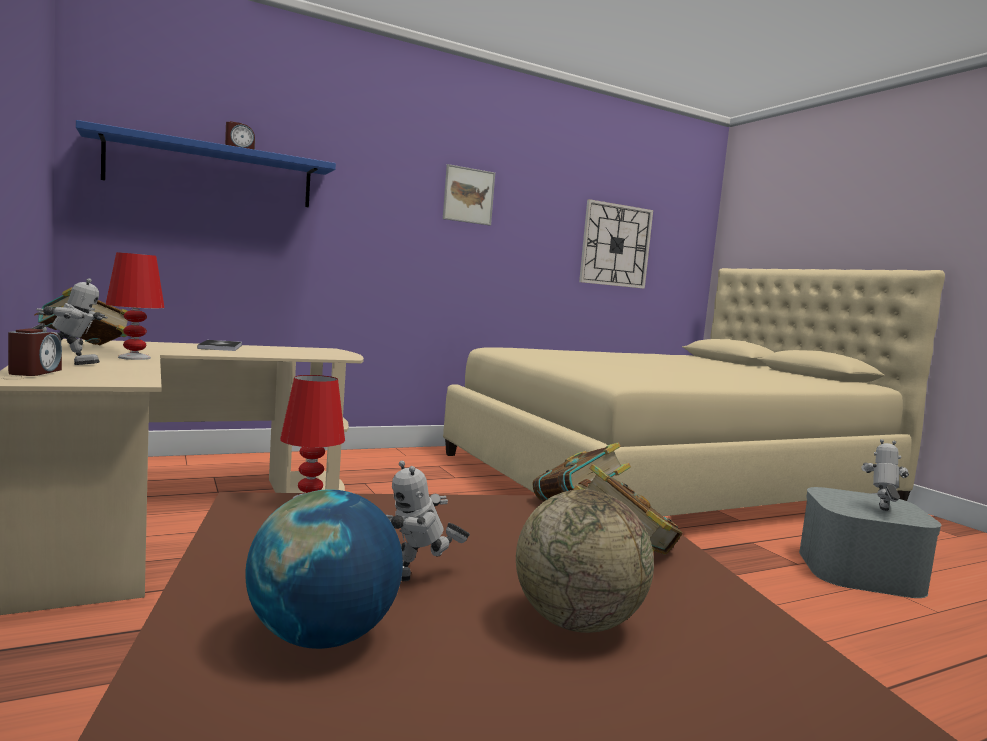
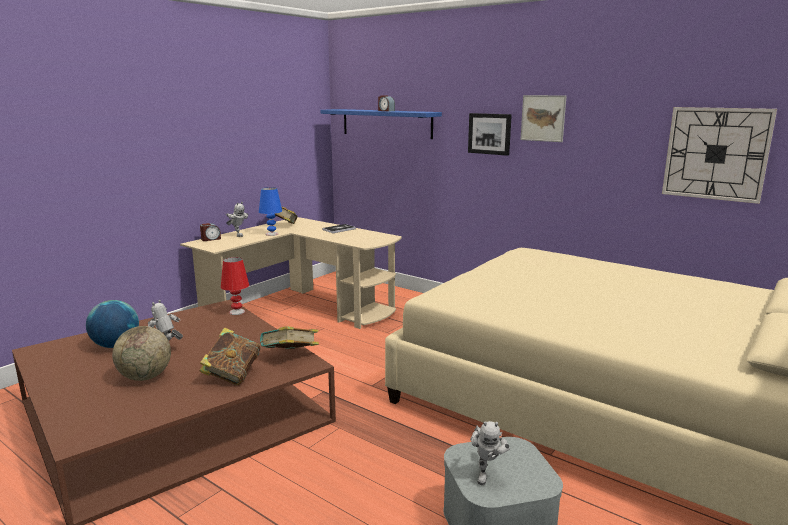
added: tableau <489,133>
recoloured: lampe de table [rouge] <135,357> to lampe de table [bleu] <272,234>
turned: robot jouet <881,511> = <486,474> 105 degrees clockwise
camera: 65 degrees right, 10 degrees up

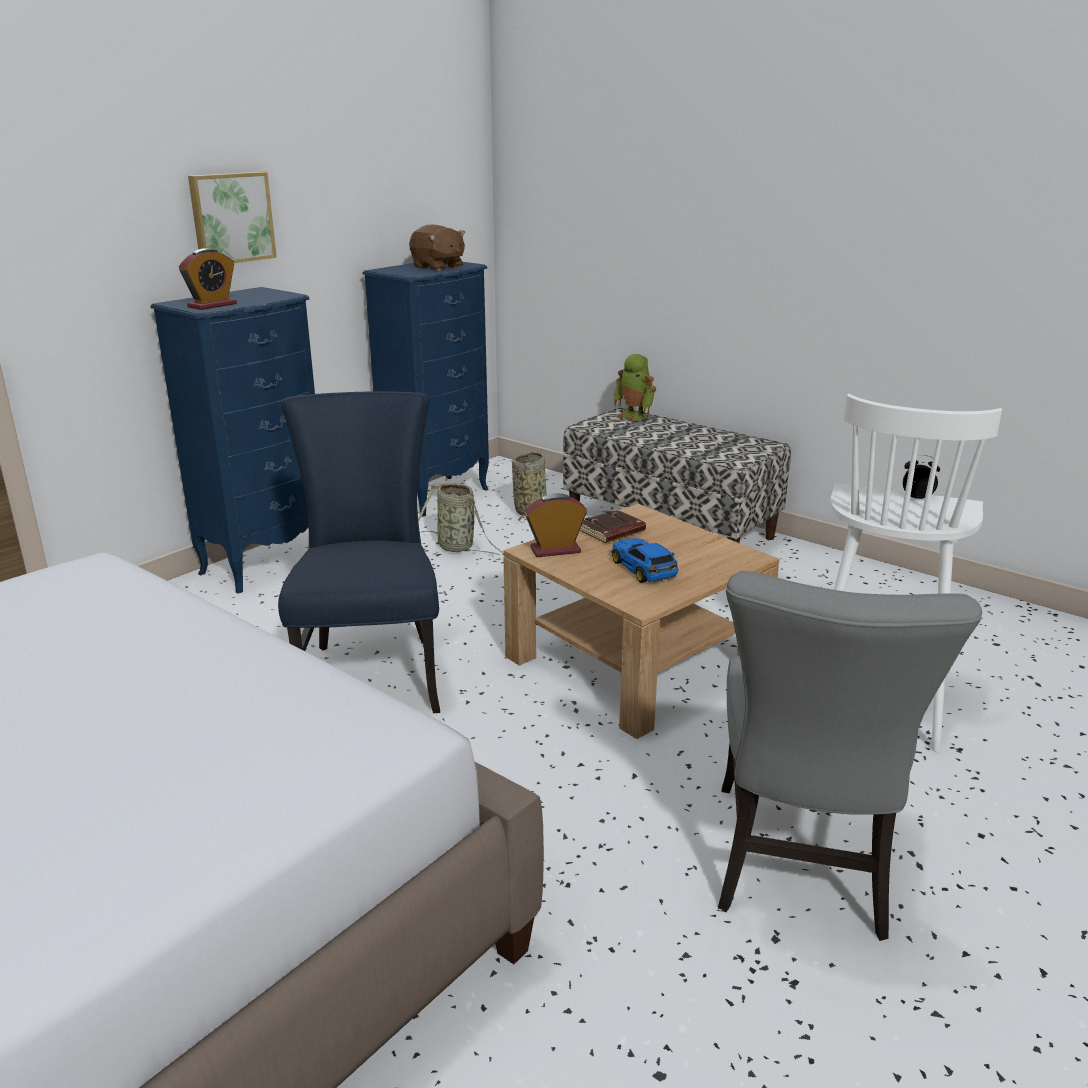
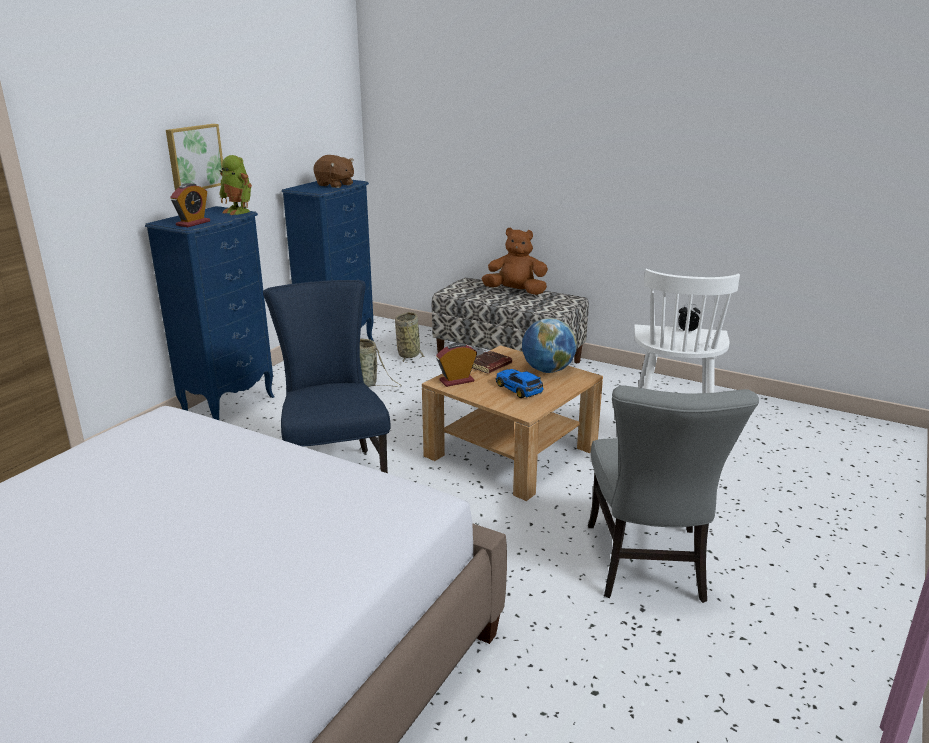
added: peluche [marron] <515,292>; globe <547,370>
moved: robot jouet <634,416> to <239,211>
camera: 10 degrees left, 0 degrees up

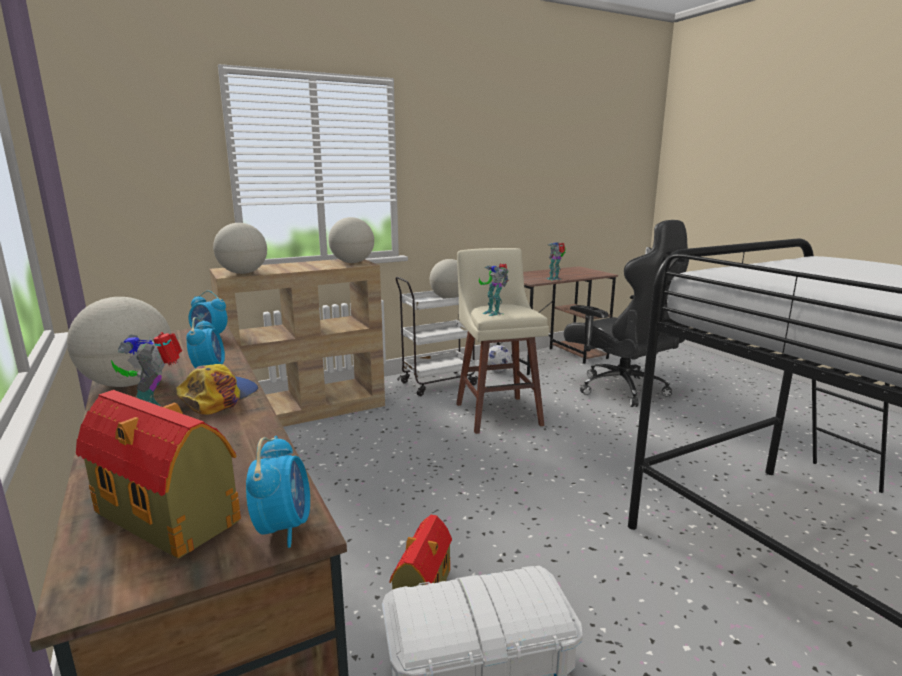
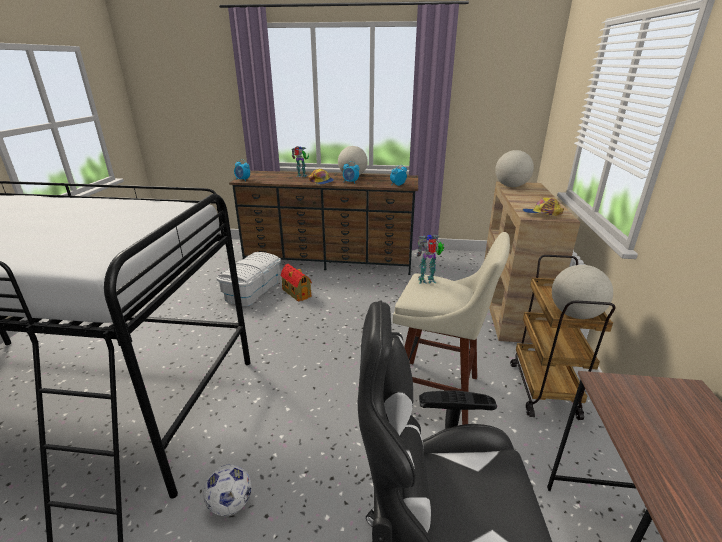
removed: robot jouet <554,279>; maison miniature <168,518>
moved: ballon de foot <497,370> to <231,504>
replaced: globe <352,262> to casquette <542,214>
recoloured: chariot [blanc] <439,383> to chariot [marron] <543,390>
camera: 125 degrees right, 10 degrees up

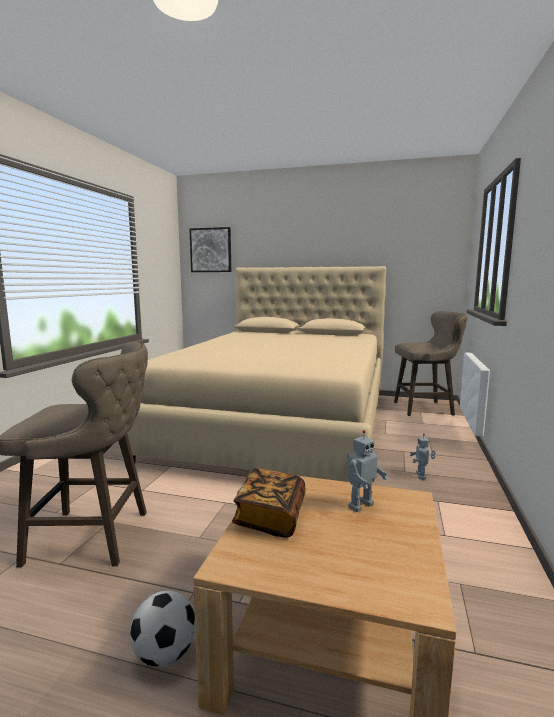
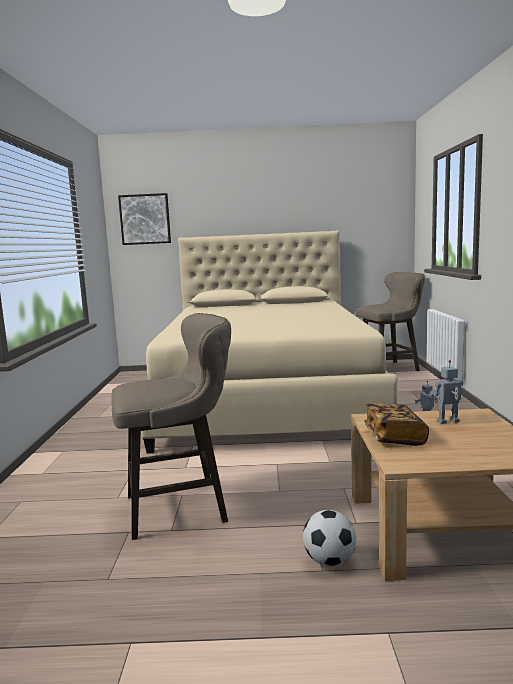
turned: robot jouet <359,505> = <448,422> 135 degrees counterclockwise
camera: 15 degrees left, 0 degrees up

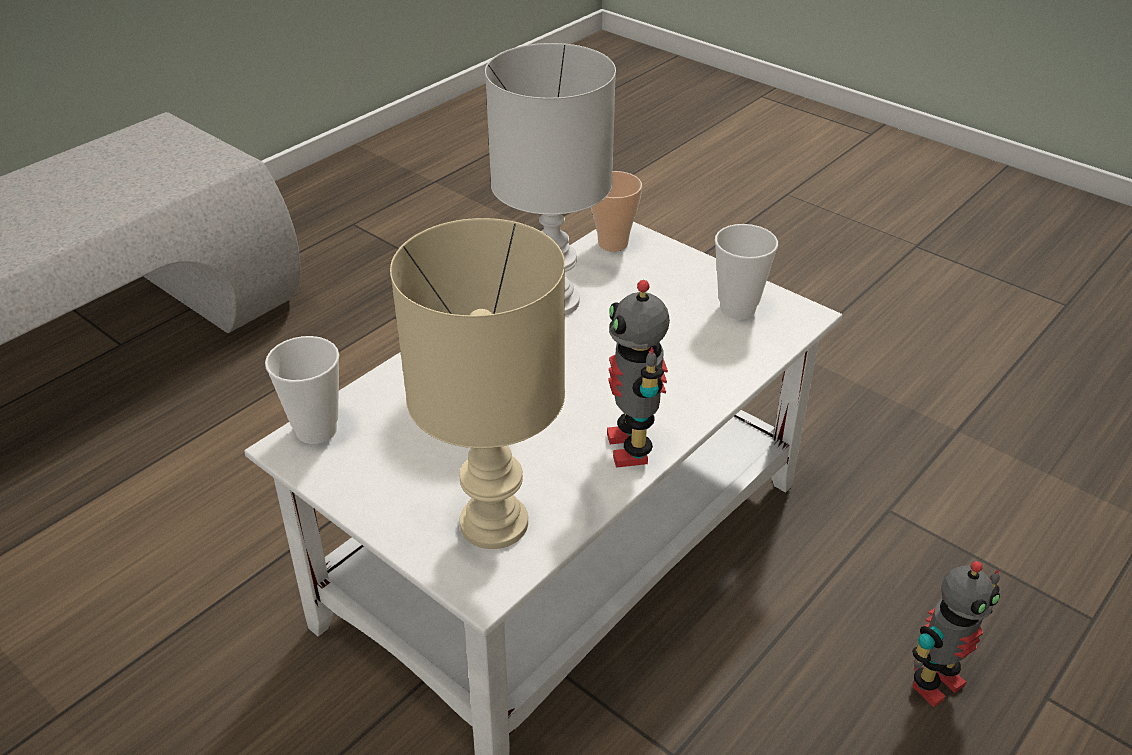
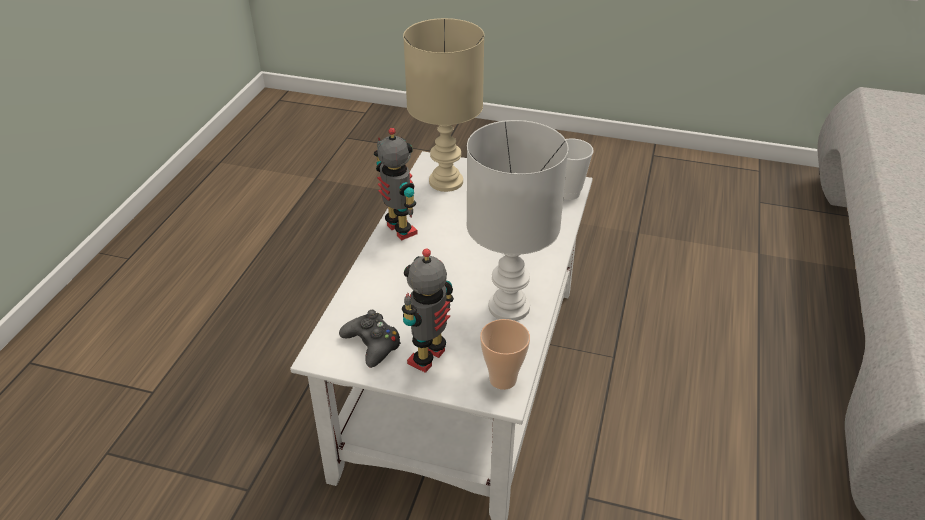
moved: robot jouet <934,683> to <429,358>
replaced: tasse <737,309> to manette [noir] <372,344>
camera: 155 degrees right, 0 degrees up

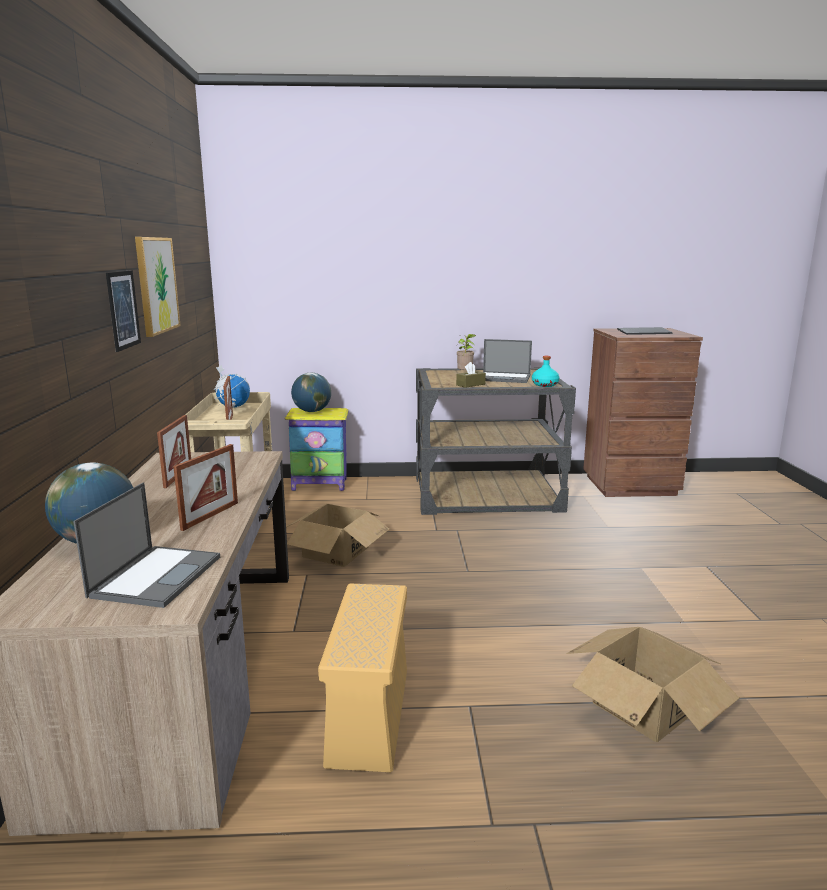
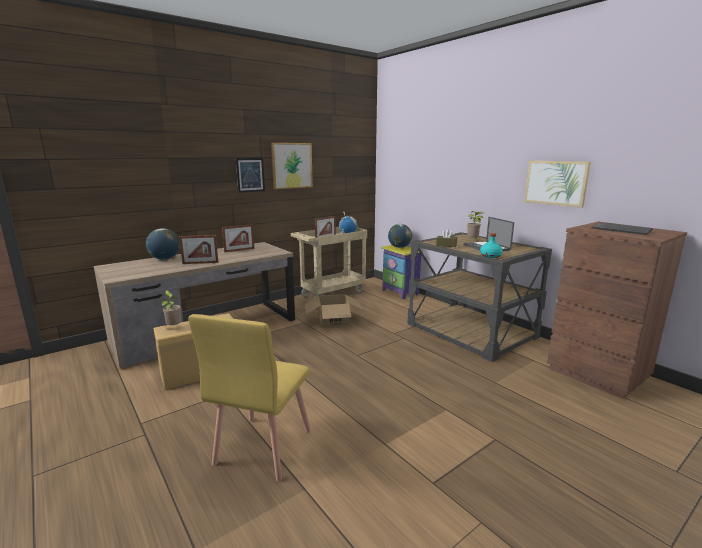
removed: ordinateur portable <157,575>
added: tableau <556,183>; plante en pot <173,328>
replaced: carton <644,706> to chaise [jaune] <262,447>
camera: 55 degrees right, 0 degrees up

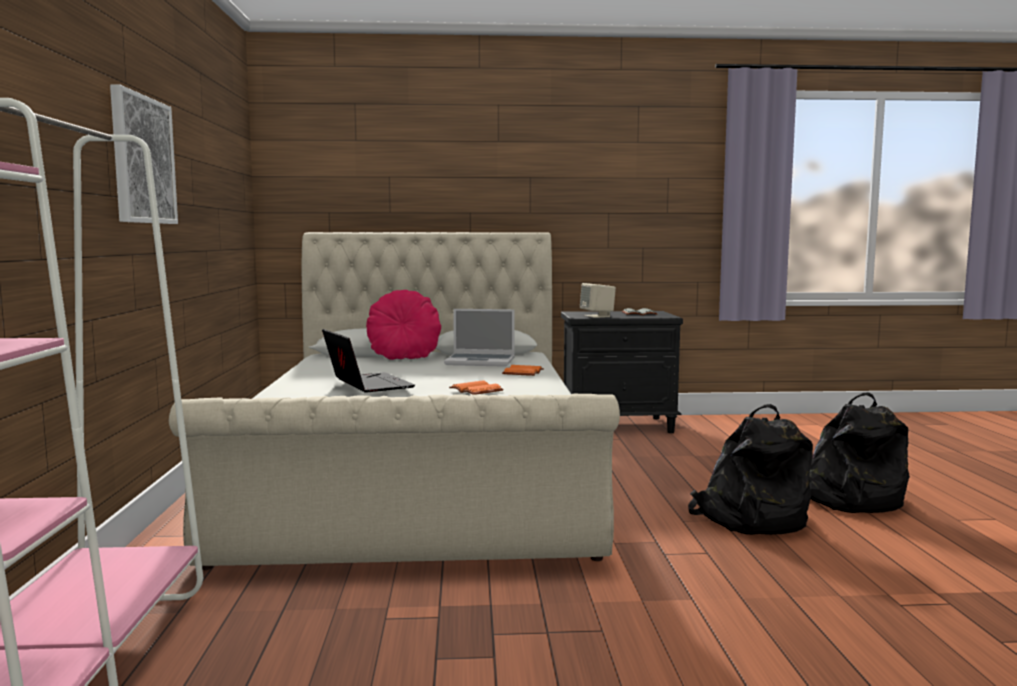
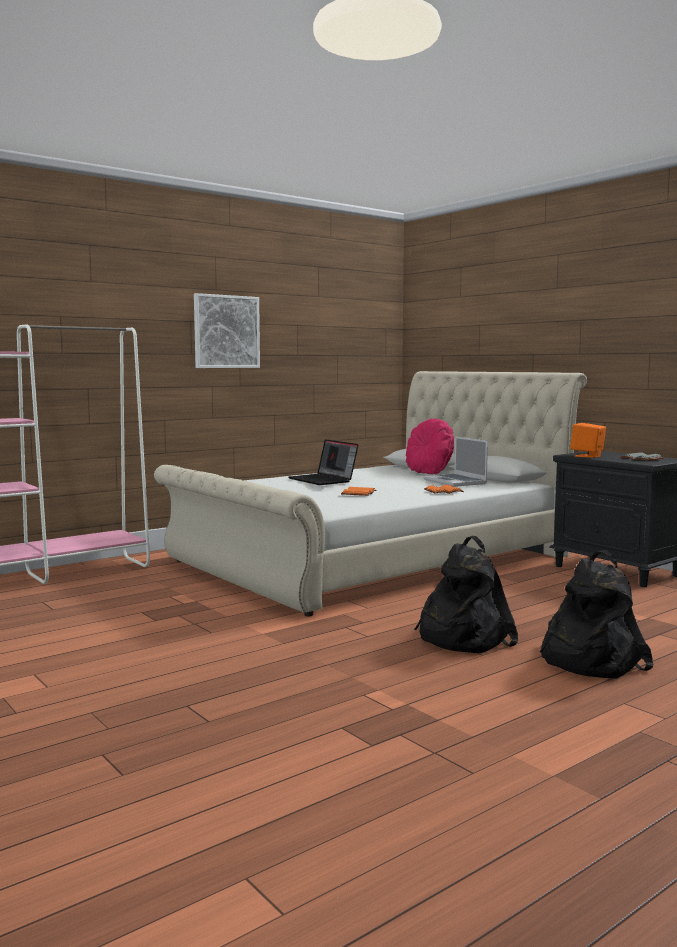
recoloured: enceinte [beige] <597,316> to enceinte [orange] <587,456>
turned: ordinateur portable <366,384> = <323,480> 120 degrees clockwise
camera: 55 degrees right, 0 degrees up

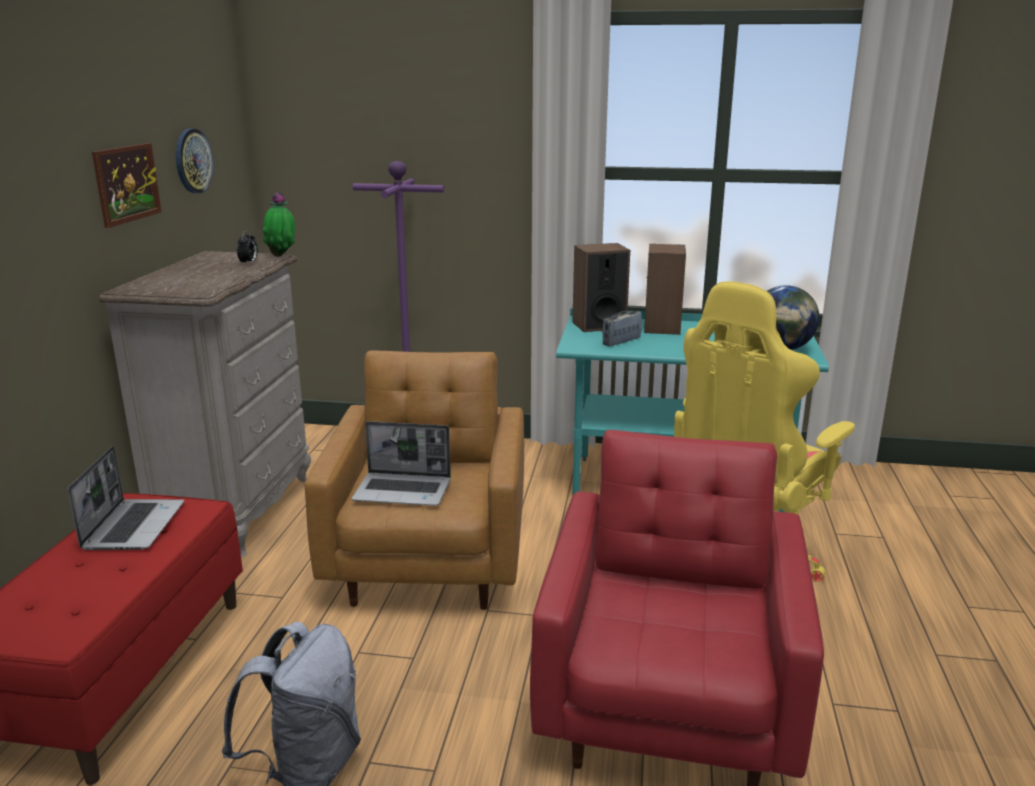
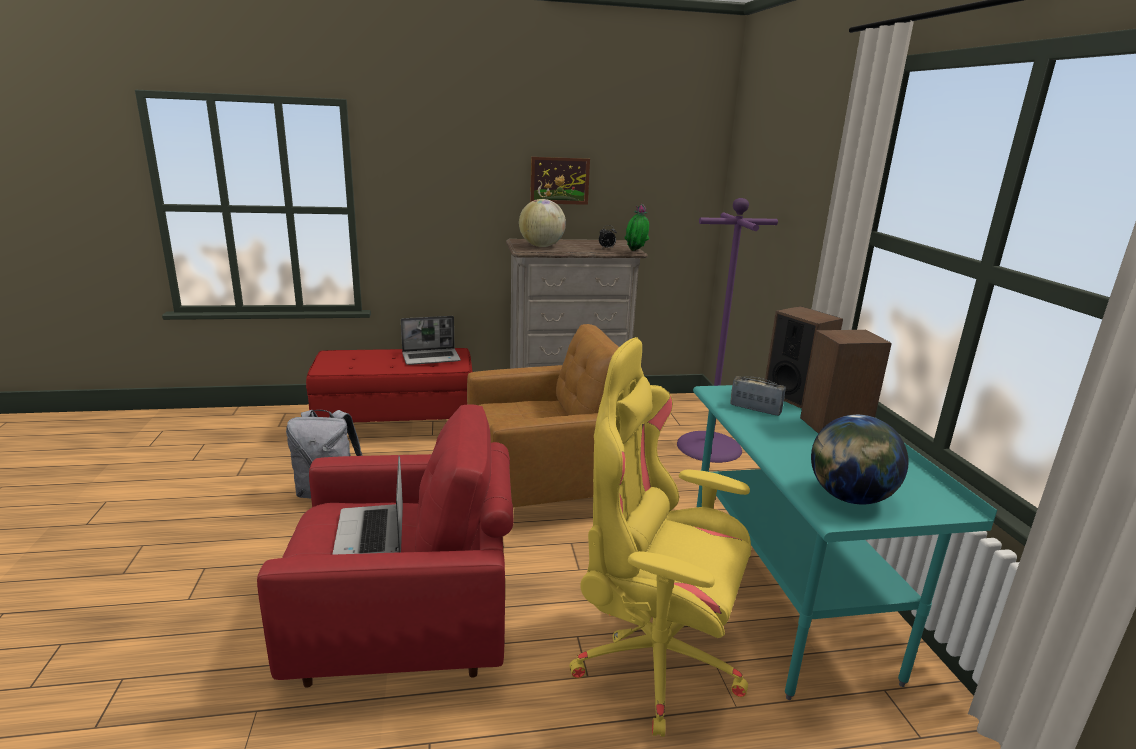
removed: horloge murale <192,161>
added: globe <541,246>
moved: ordinateur portable <404,491> to <371,535>
camera: 70 degrees right, 0 degrees up

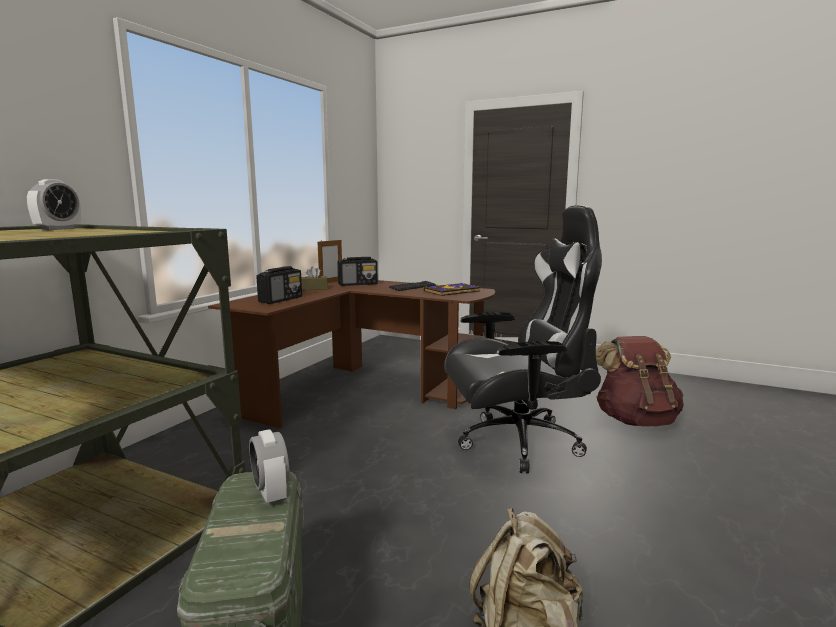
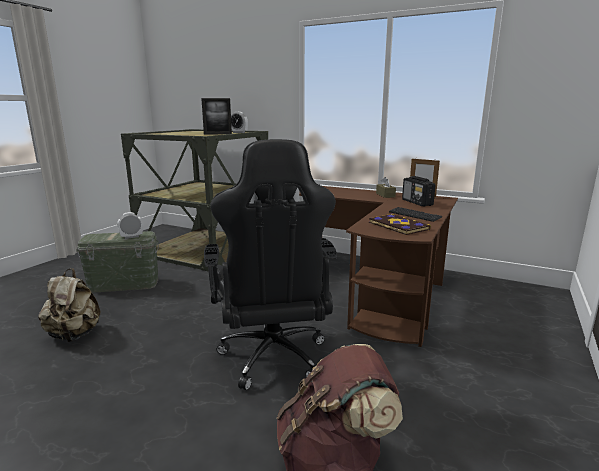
removed: radio <281,300>
added: cadre photo <217,134>
camera: 90 degrees right, 5 degrees up

